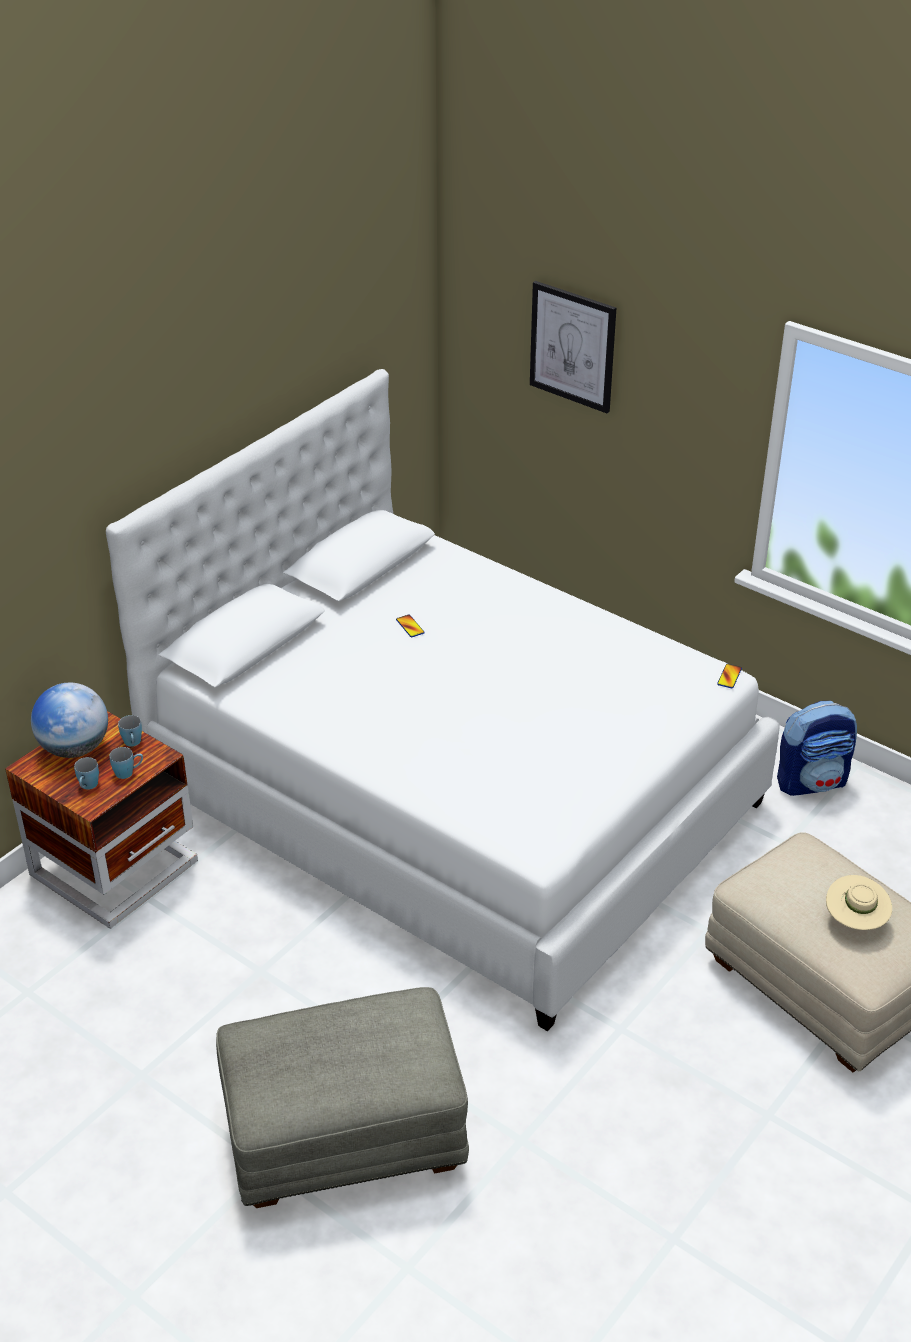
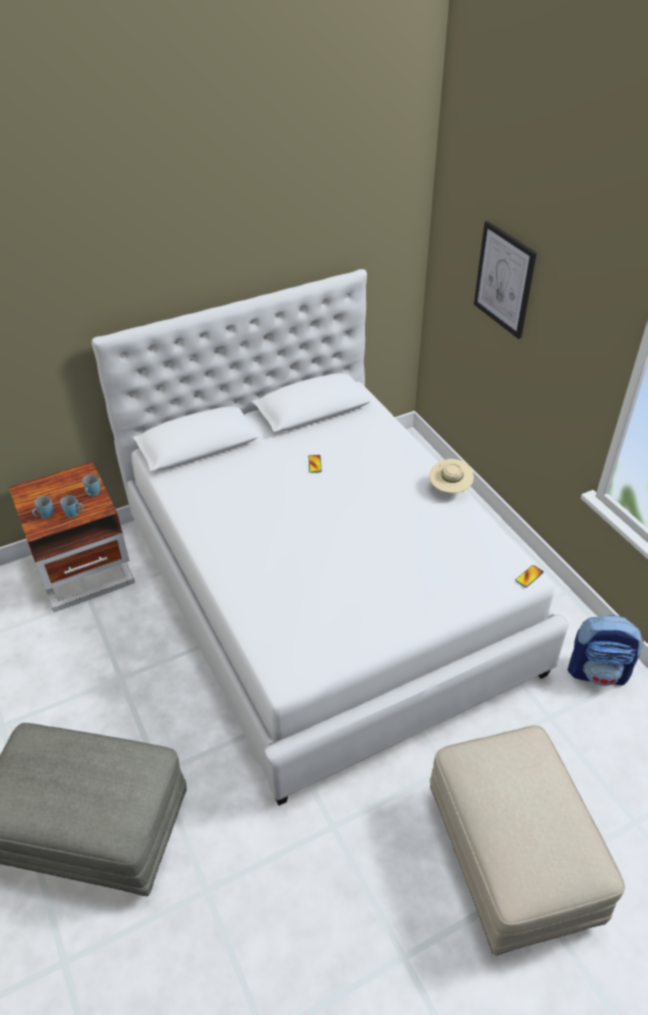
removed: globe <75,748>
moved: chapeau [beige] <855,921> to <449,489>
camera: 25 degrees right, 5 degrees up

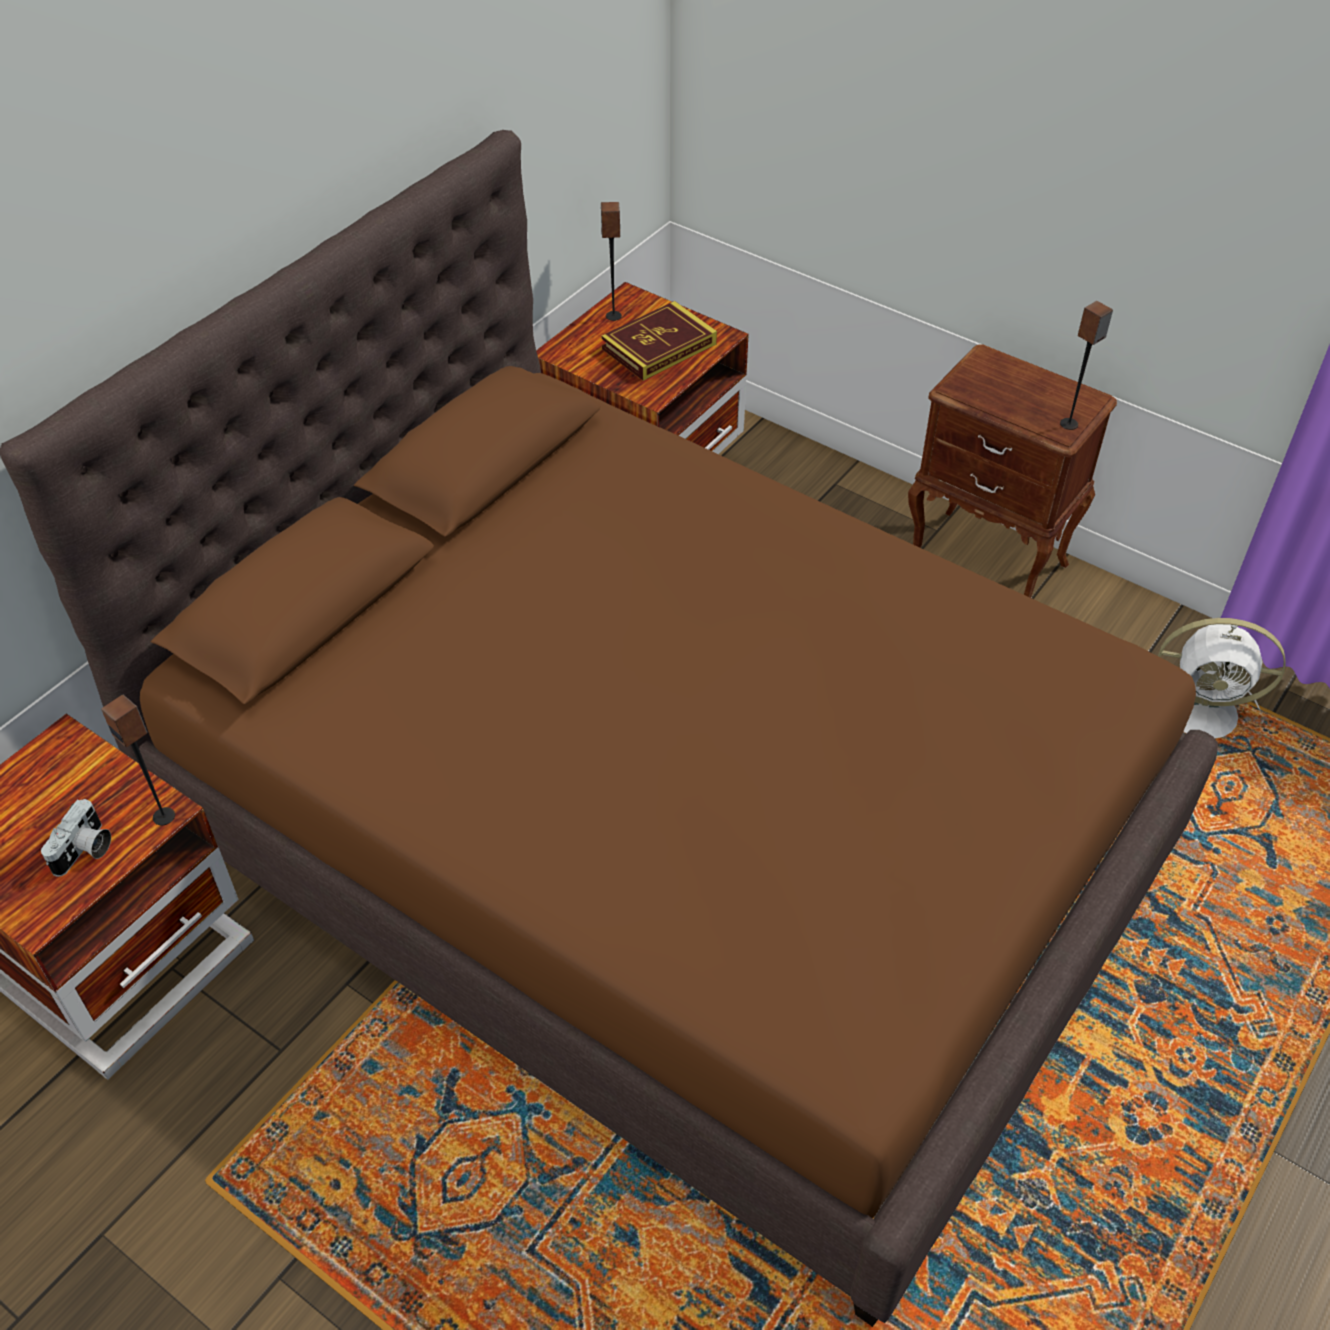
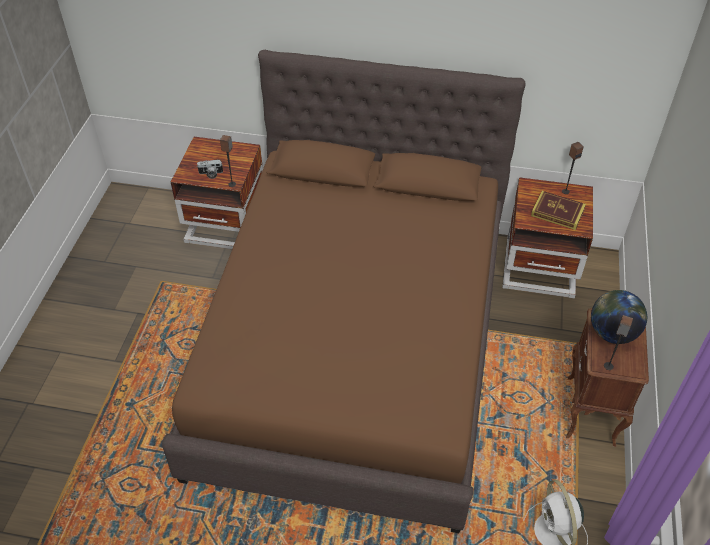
added: globe <612,333>
camera: 65 degrees right, 0 degrees up

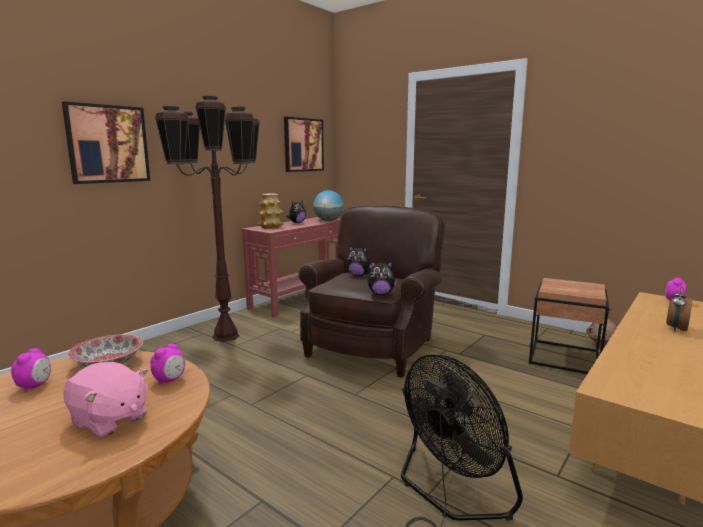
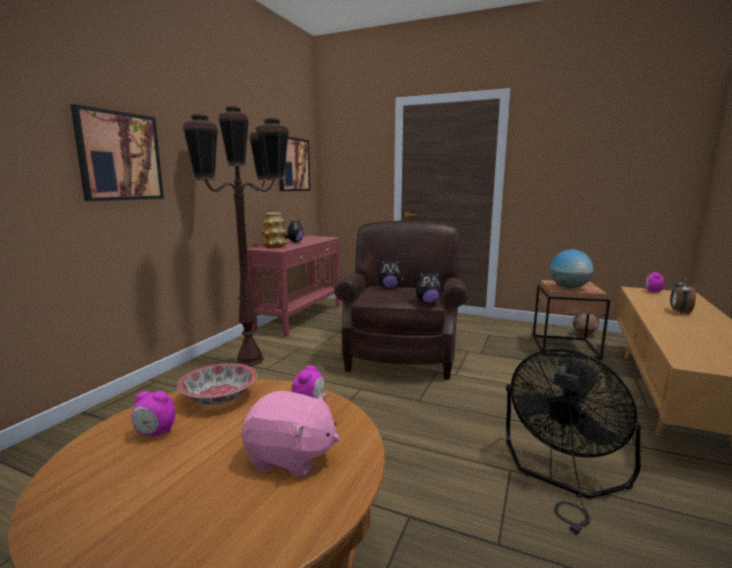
moved: globe <328,220> to <569,288>
turned: réveil <35,386> = <155,433> 105 degrees clockwise
camera: 15 degrees left, 0 degrees up

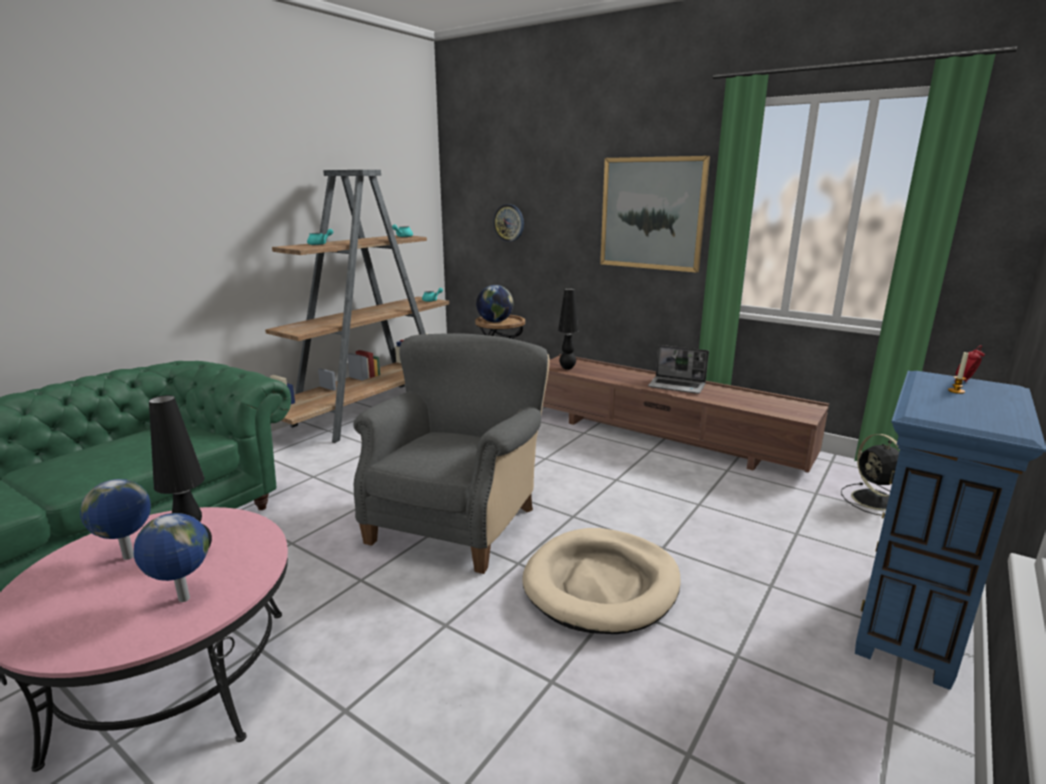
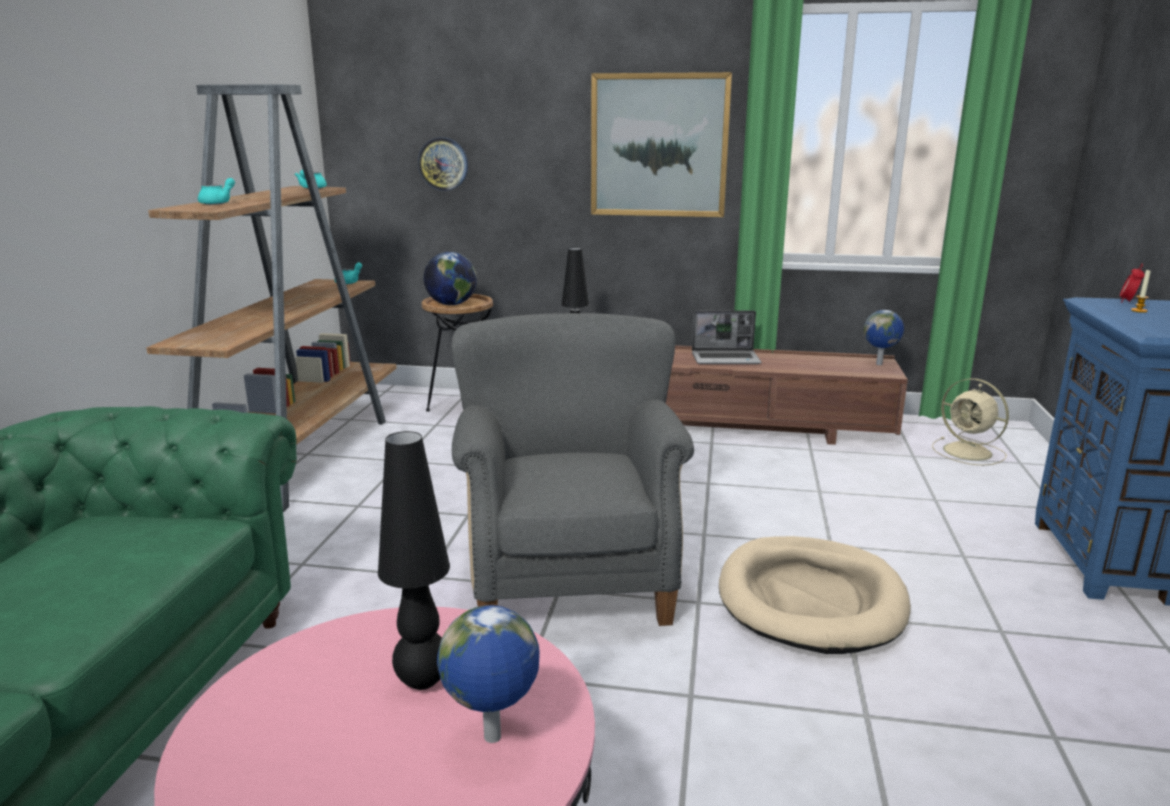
moved: globe <129,557> to <880,364>
recoloured: ventilateur [noir] <875,501> to ventilateur [beige] <969,452>
camera: 25 degrees left, 0 degrees up

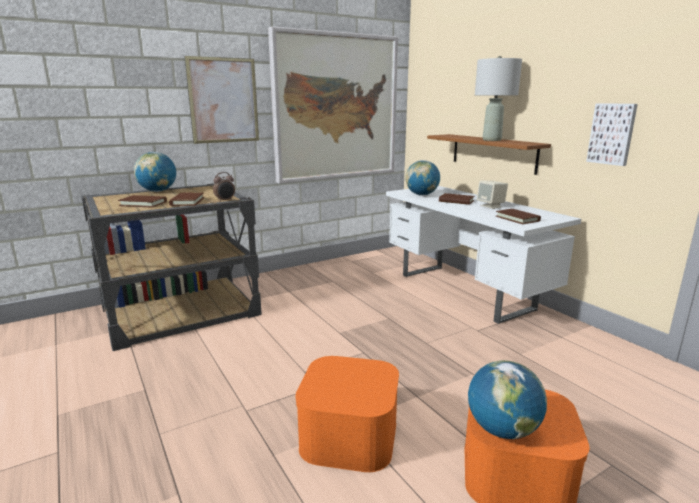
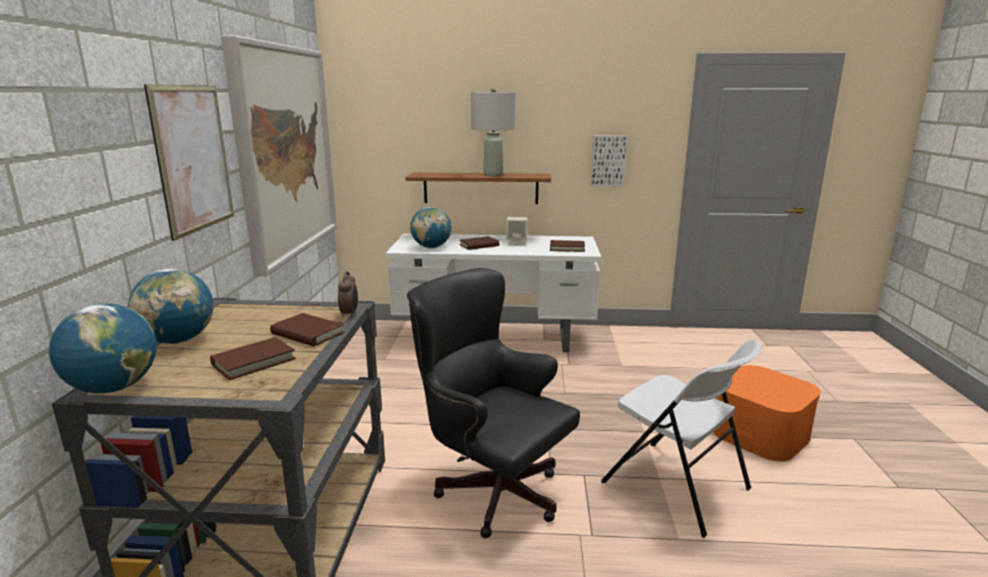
added: chaise de bureau [noir] <493,491>
moved: globe <502,430> to <114,388>
replaced: boîte de rangement [orange] <348,435> to chaise [blanc] <675,486>
camera: 55 degrees left, 0 degrees up

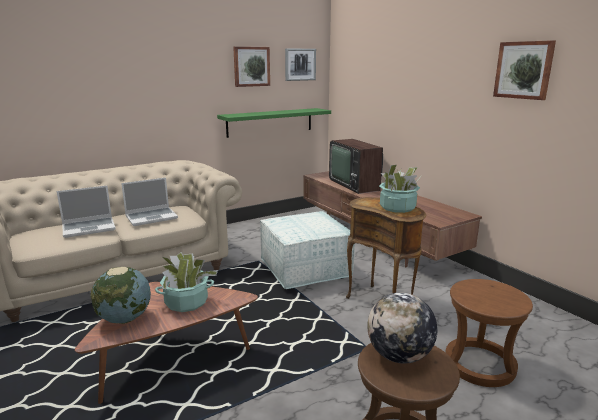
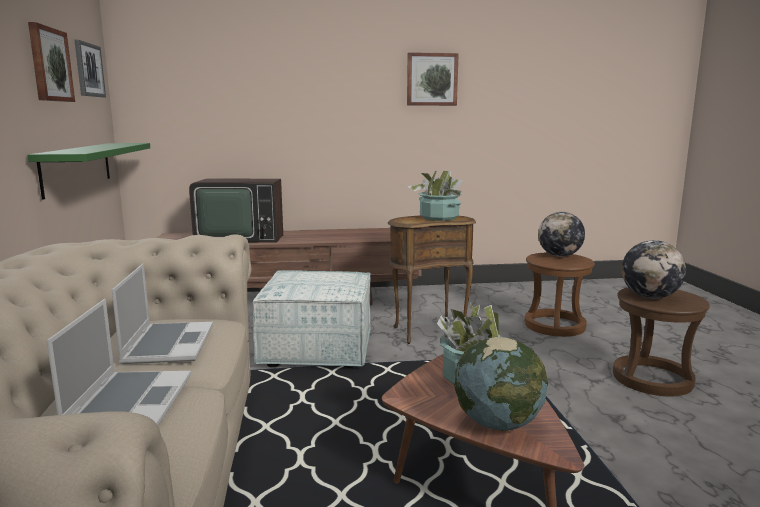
added: globe <559,256>
camera: 65 degrees left, 5 degrees down

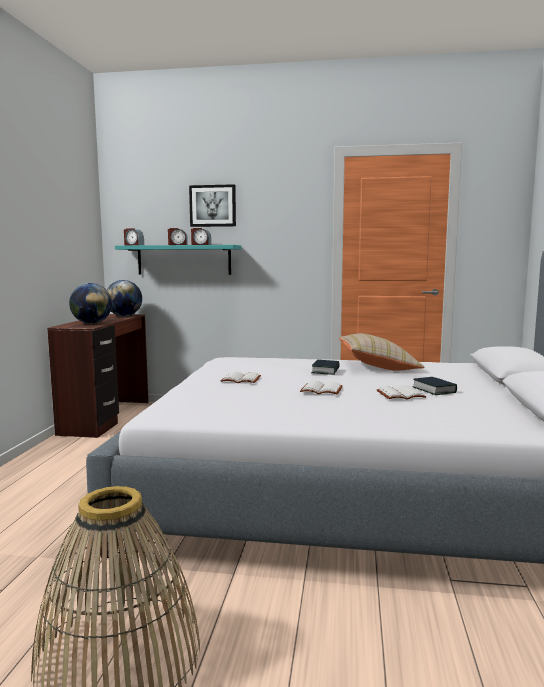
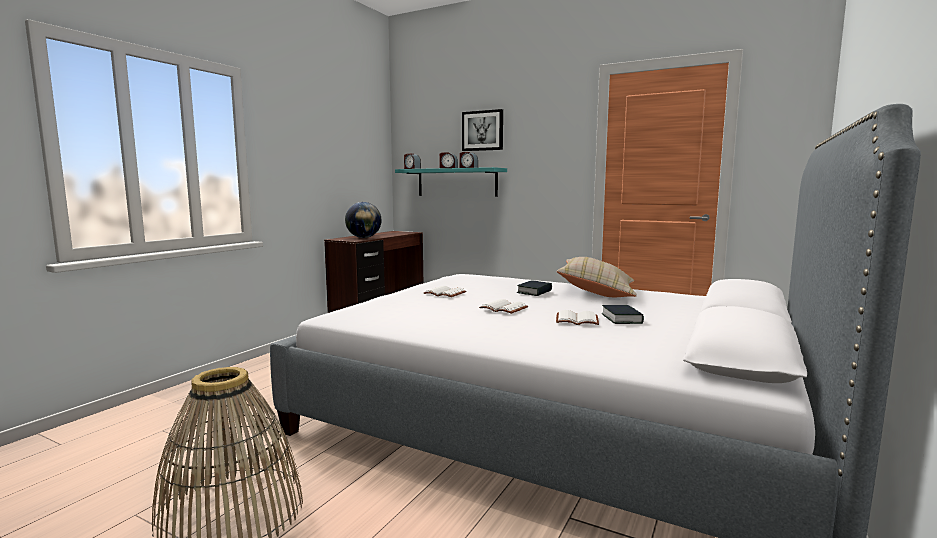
removed: globe <124,316>
camera: 20 degrees right, 0 degrees up

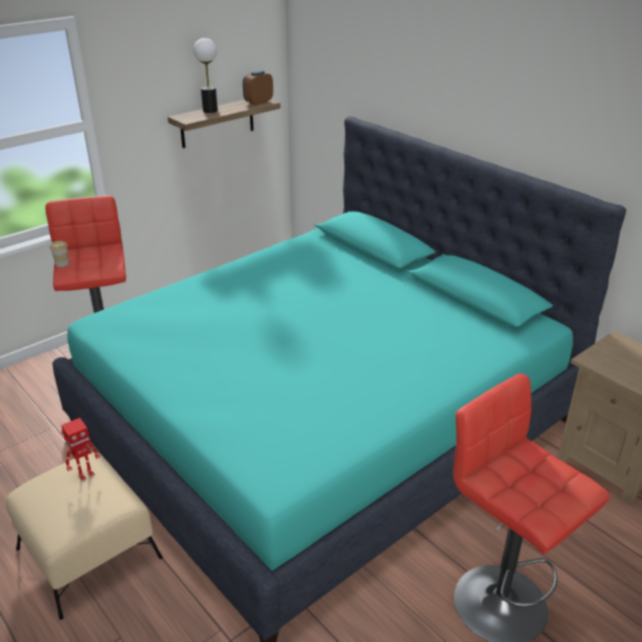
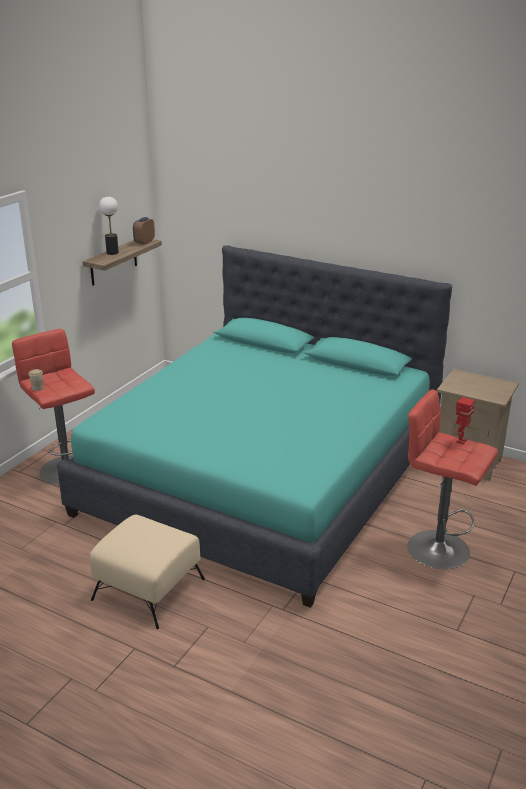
moved: robot jouet <85,474> to <460,441>
camera: 20 degrees left, 5 degrees down

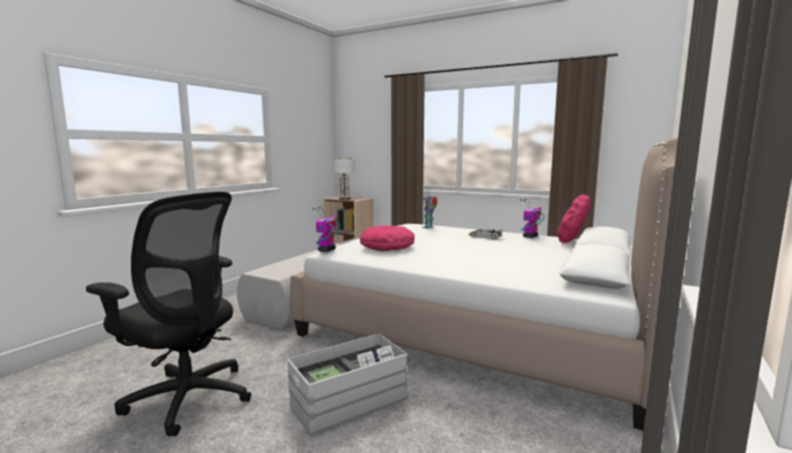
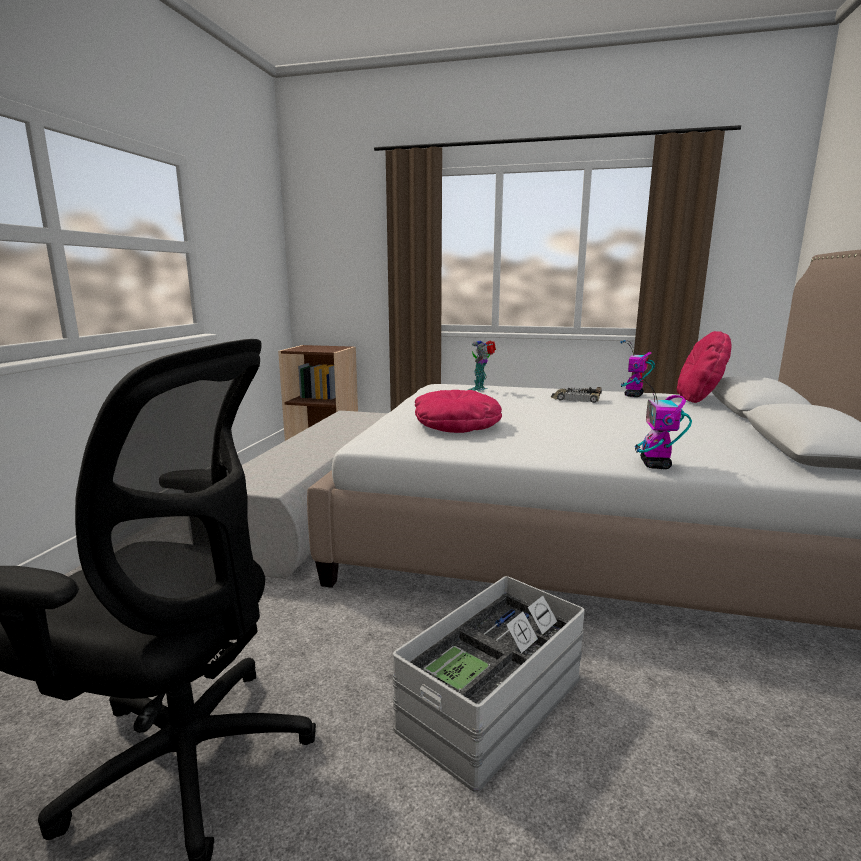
removed: lampe de table <344,199>
moved: robot jouet <326,250> to <655,465>
camera: 15 degrees left, 5 degrees up

